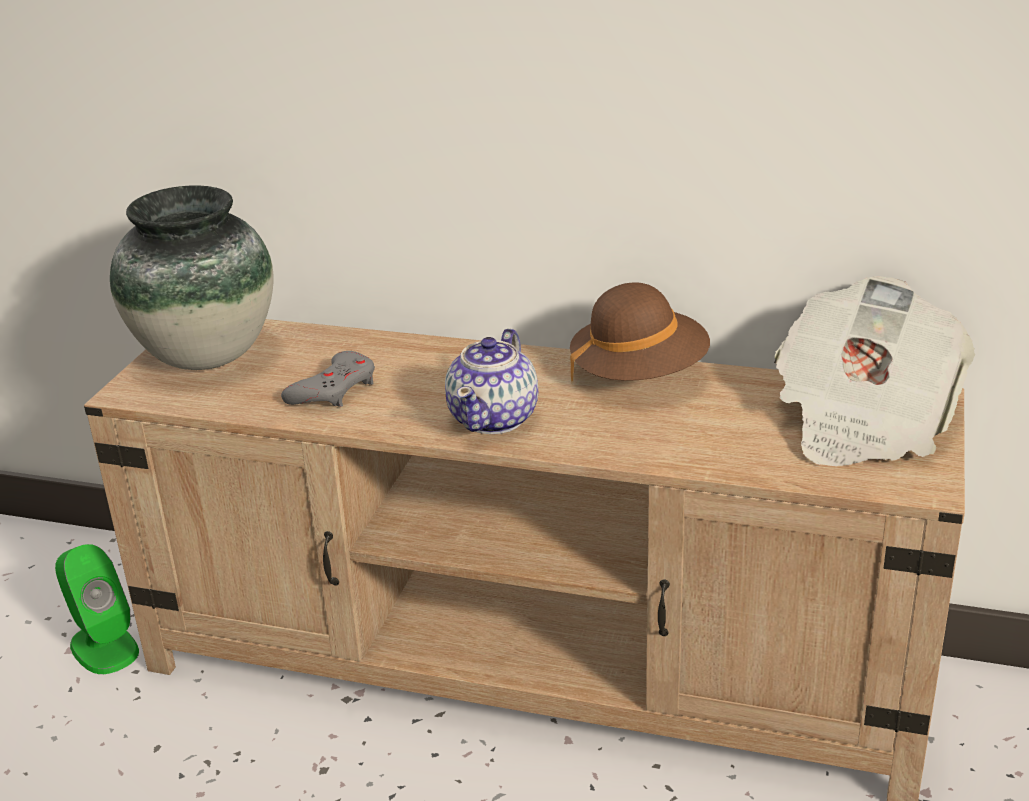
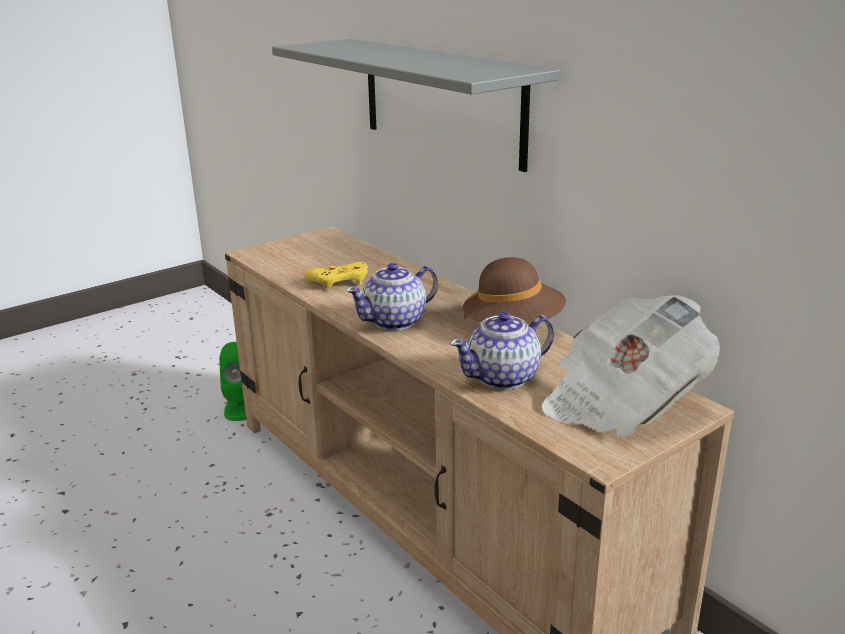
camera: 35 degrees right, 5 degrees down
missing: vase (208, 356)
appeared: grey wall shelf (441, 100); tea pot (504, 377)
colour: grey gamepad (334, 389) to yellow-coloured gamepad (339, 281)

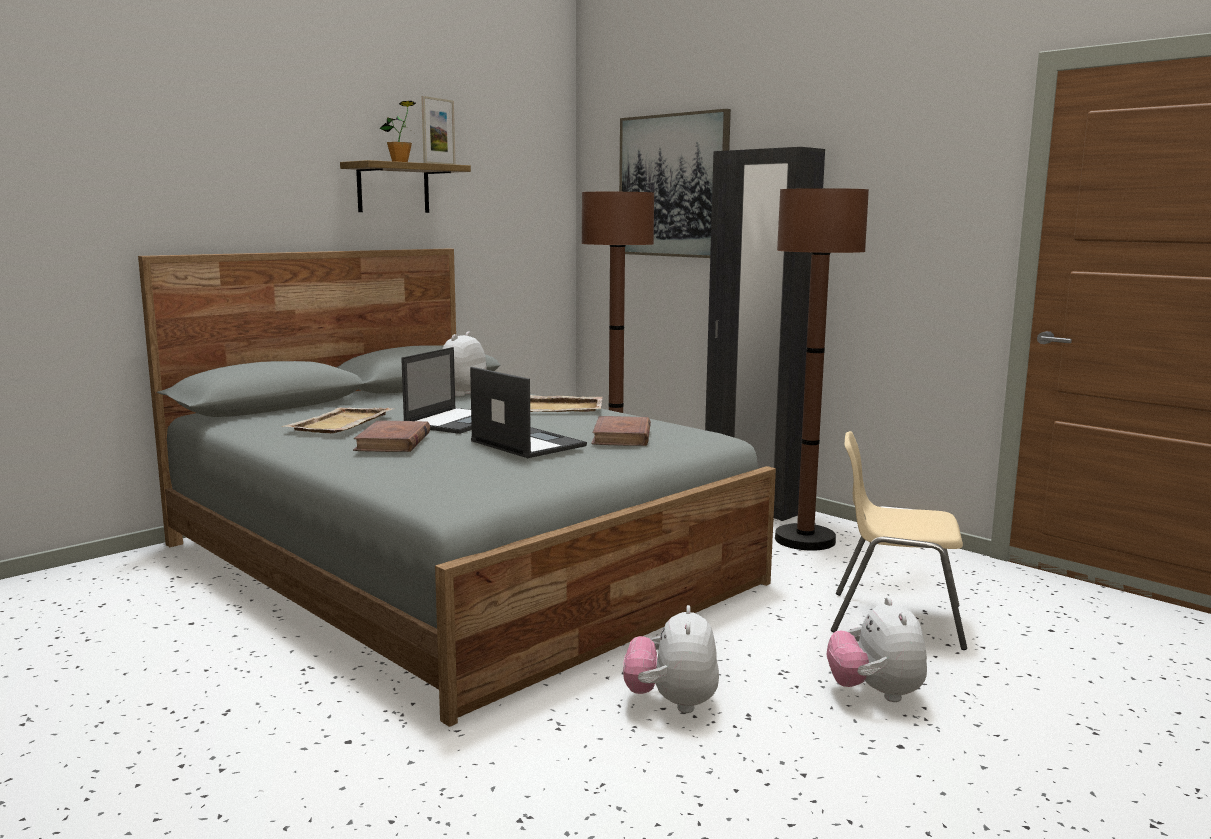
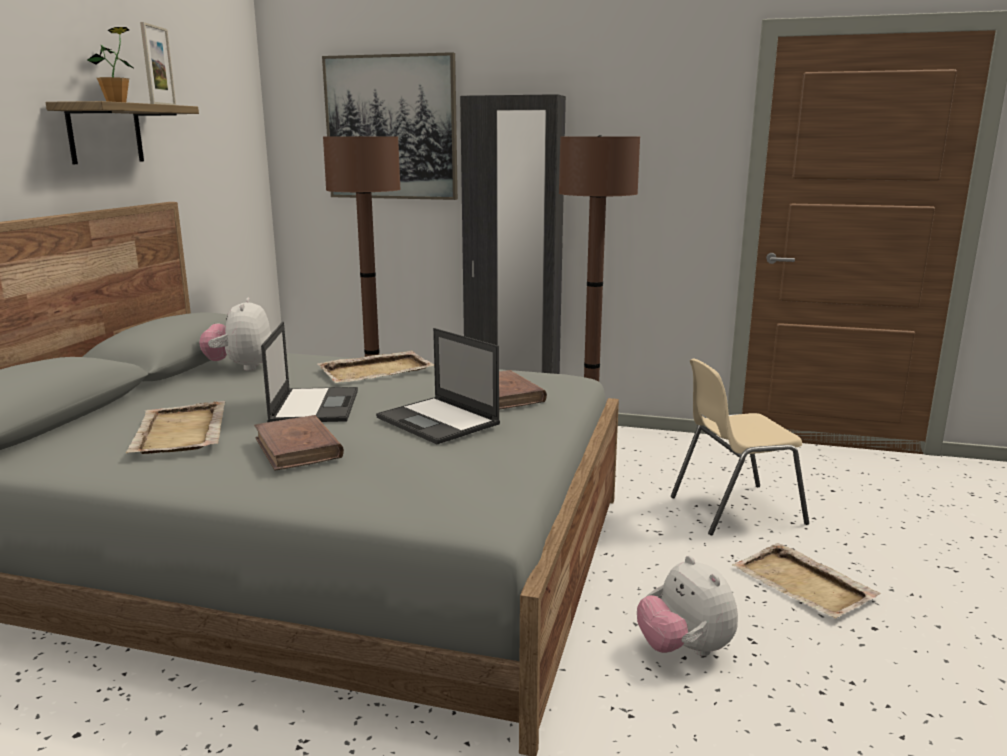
camera: 30 degrees left, 5 degrees up
exchanged: soft toy (875, 693) to beige serving tray (804, 584)
spun: laptop (526, 443) = (439, 421) 150 degrees counterclockwise

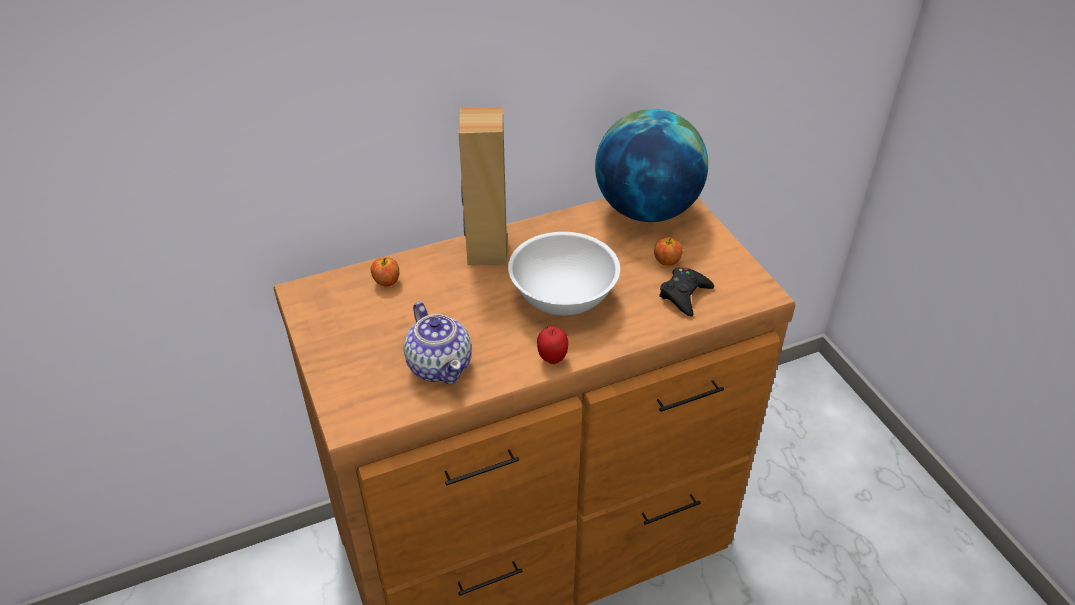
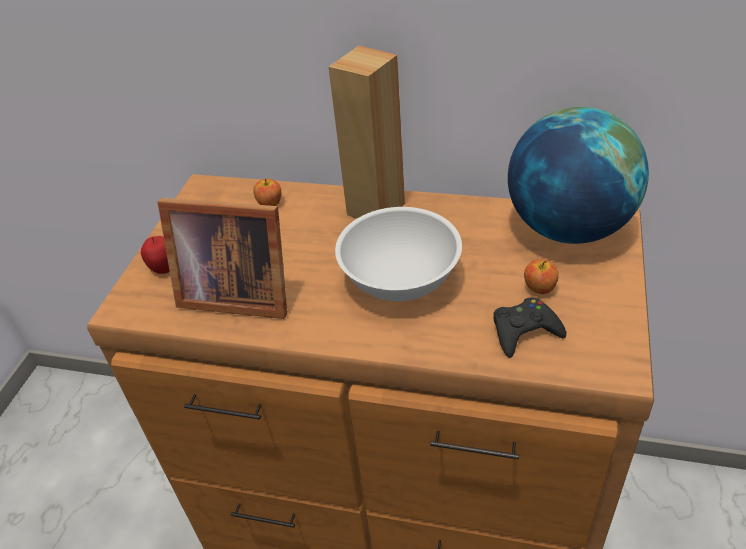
camera: 40 degrees right, 0 degrees up
relocated: apple (552, 358) to (163, 268)
exchanged: tea pot (440, 365) to standing frame (235, 293)

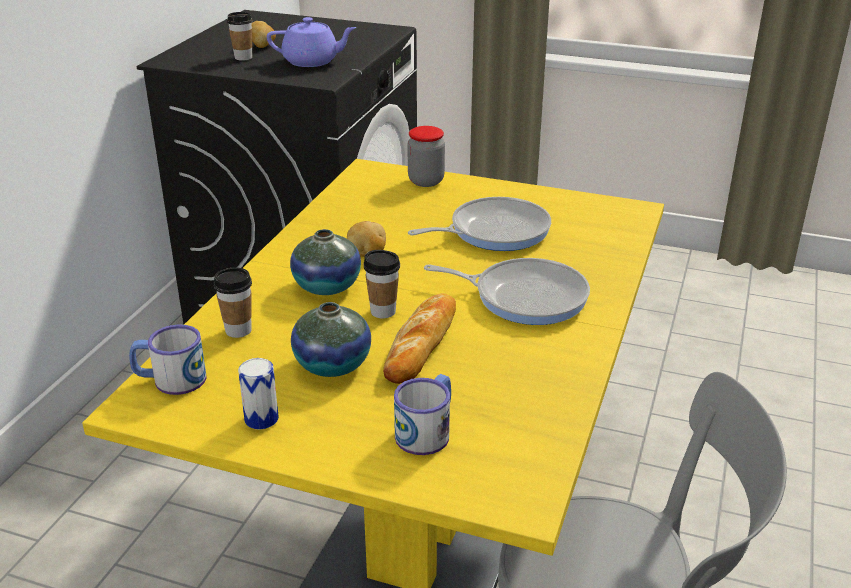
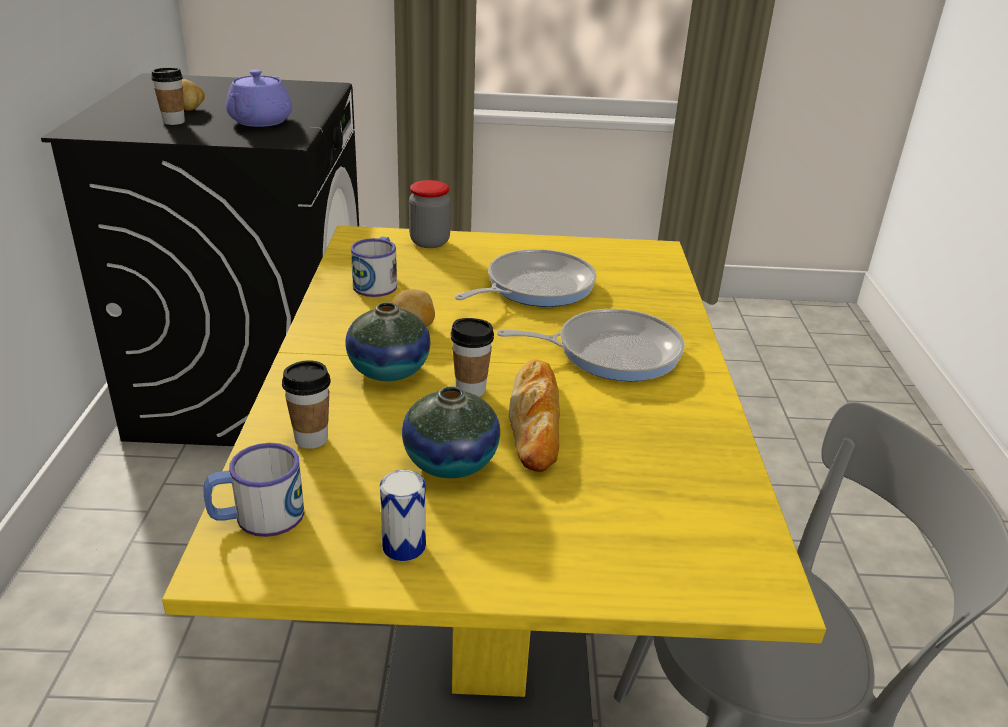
camera: 20 degrees left, 0 degrees up
relocated: coffee mug (427, 431) to (378, 283)
spun: purple tea pot (312, 61) = (259, 121) 120 degrees clockwise

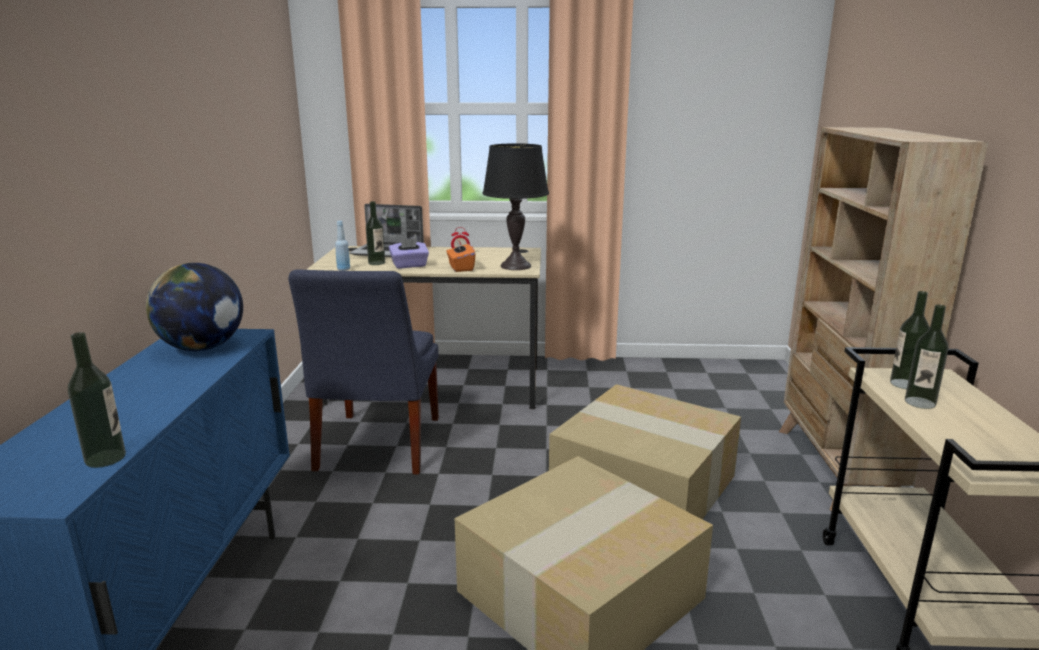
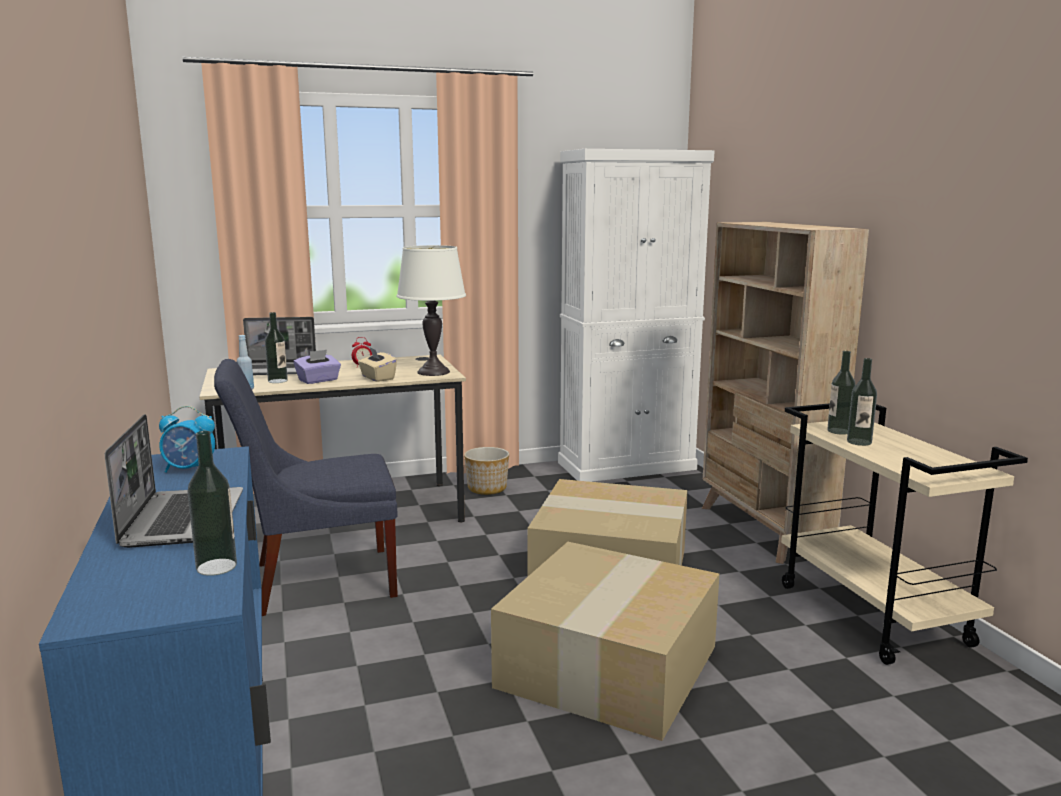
camera: 20 degrees left, 5 degrees down
appeared: laptop (182, 519); flower pot (488, 488); whitish cabinet (627, 466)
exchanged: desk globe (202, 348) to bedside clock (189, 470)
colour: orange box of tissues (460, 268) to beige box of tissues (377, 378); blackish lamp for a table (516, 266) to whitish lamp for a table (433, 372)
spun: bluish plain chair (377, 446) = (317, 580) 90 degrees clockwise

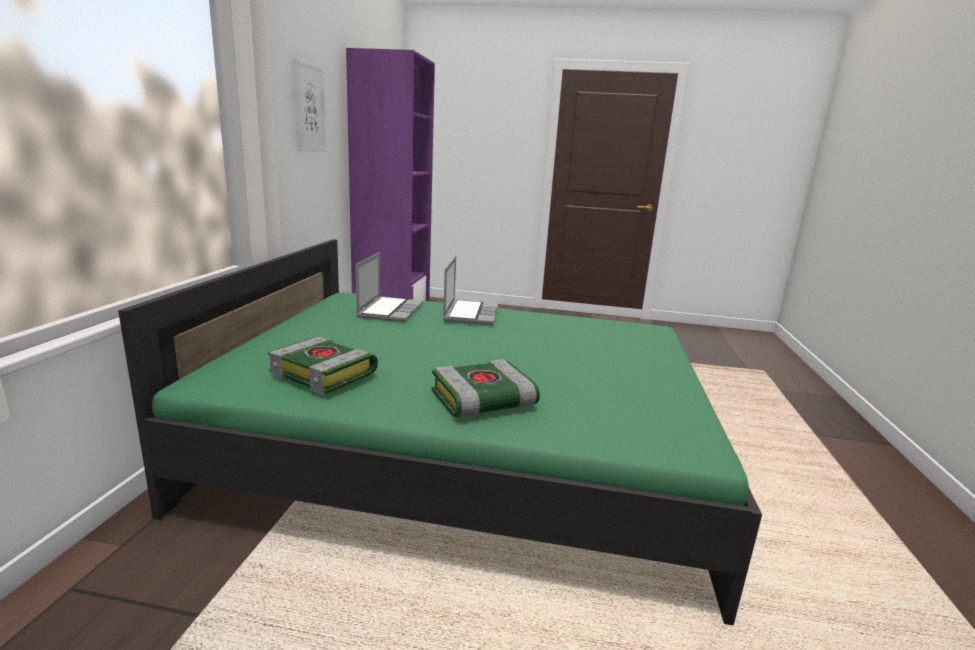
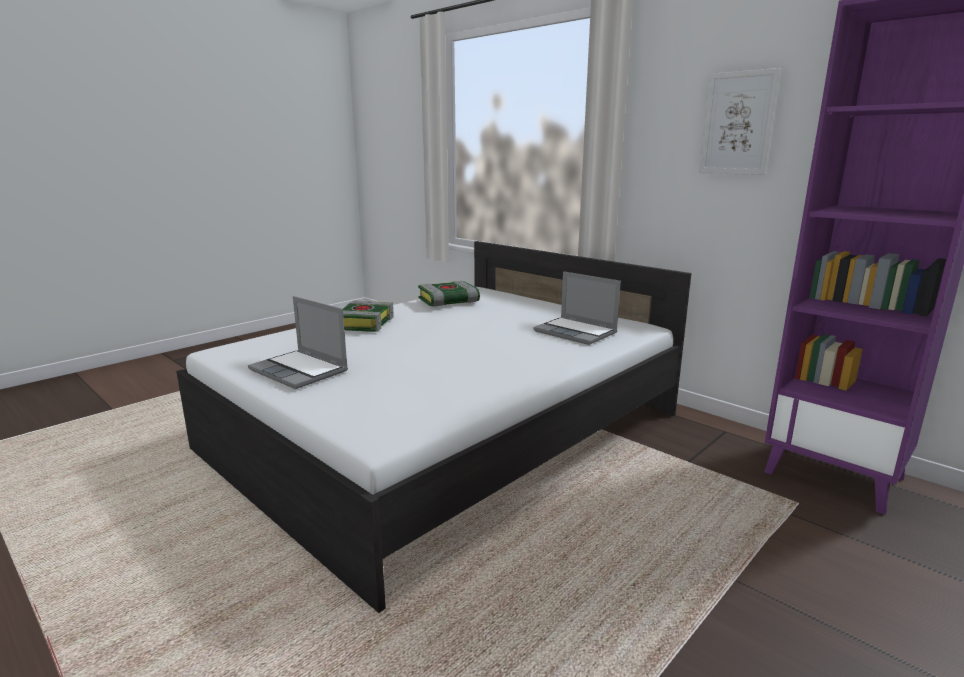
camera: 125 degrees right, 0 degrees up
relocated: laptop (470, 314) to (300, 371)
colour: green-coloured bedroom bed (465, 450) to whitish bedroom bed (447, 430)

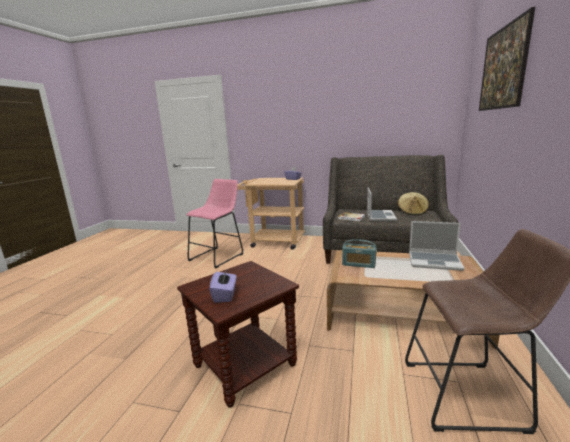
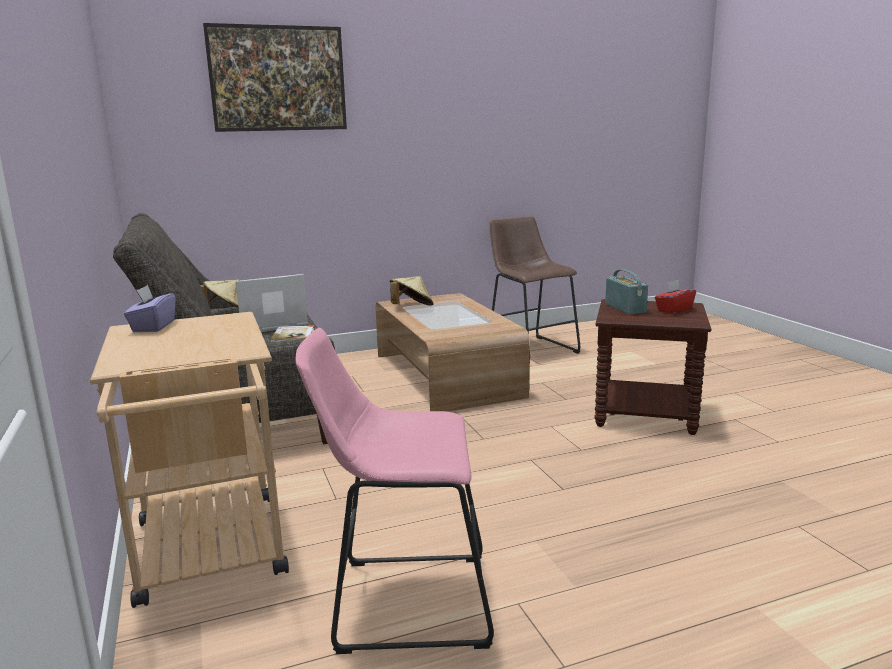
camera: 125 degrees left, 0 degrees up
relocated: radio set (359, 264) to (625, 308)
exchanged: laptop (435, 261) to beige hat (411, 308)
colour: purple box of tissues (225, 295) to reddish box of tissues (673, 310)

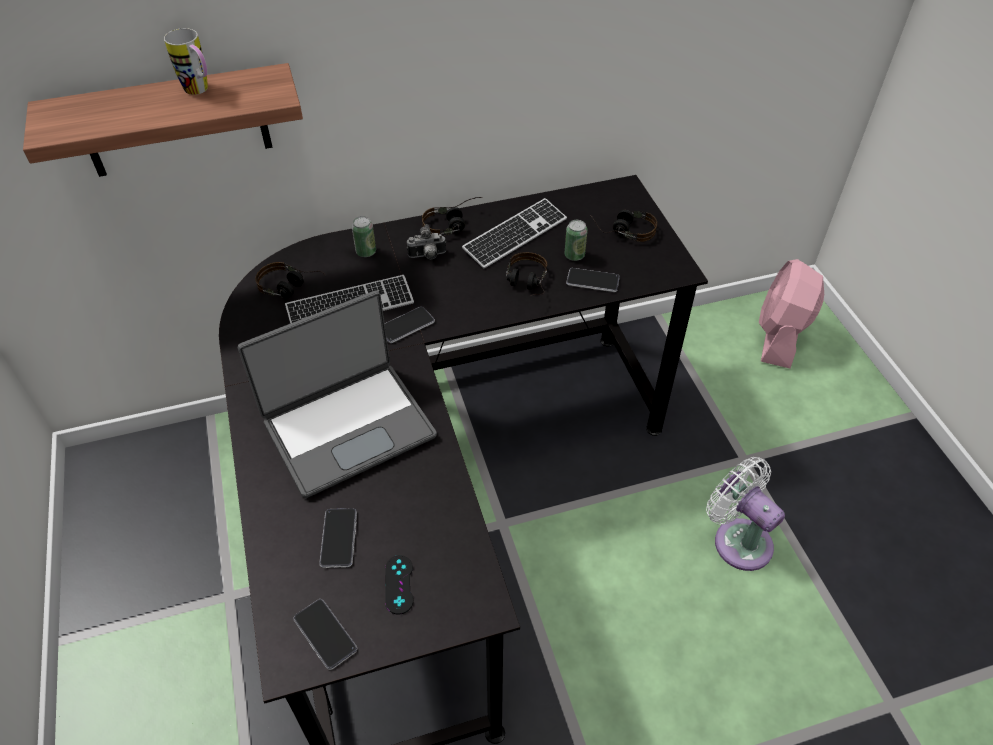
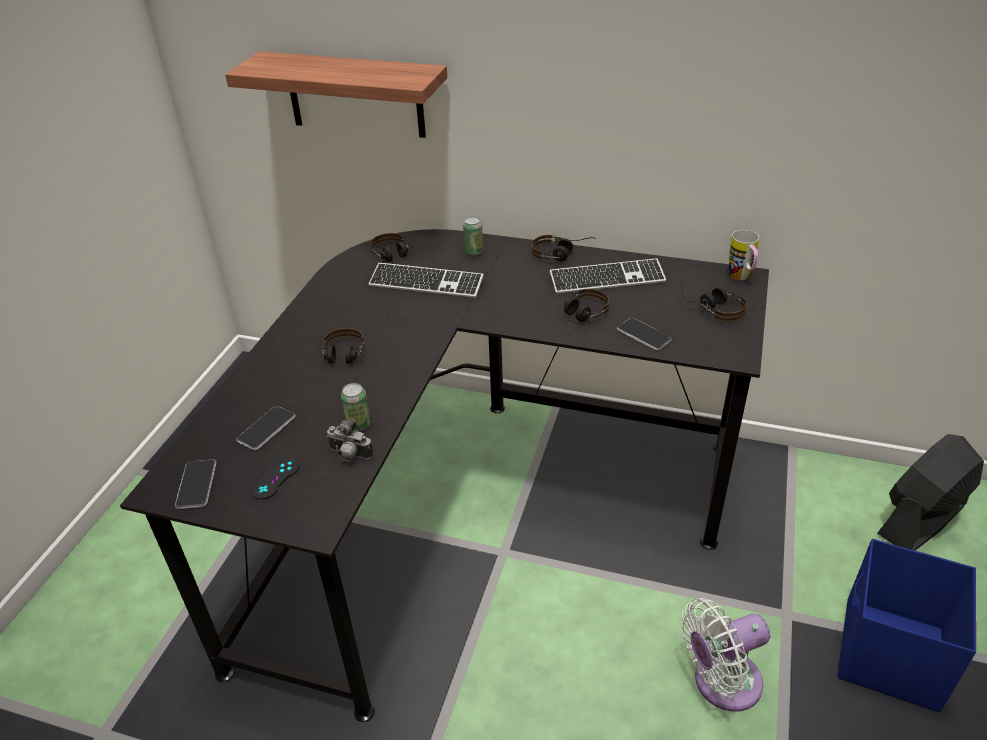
camera: 35 degrees right, 10 degrees down
missing: telephone (406, 325)
appeared: bluish storage box (889, 655)
relocated: coffee mug (200, 91) to (741, 278); still camera (427, 256) to (349, 455); sealed can (574, 255) to (358, 424)
exchanged: laptop (348, 427) to pair of headphones (345, 360)
colour: pink cooling fan (780, 336) to blackish cooling fan (920, 520)
spun: whitish cooling fan (738, 539) = (721, 683) 105 degrees counterclockwise

